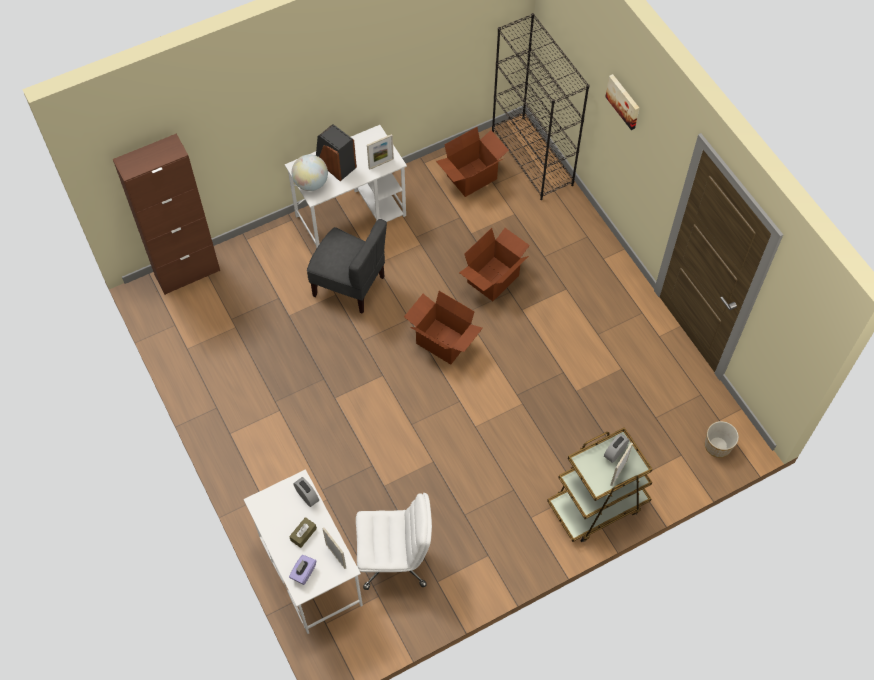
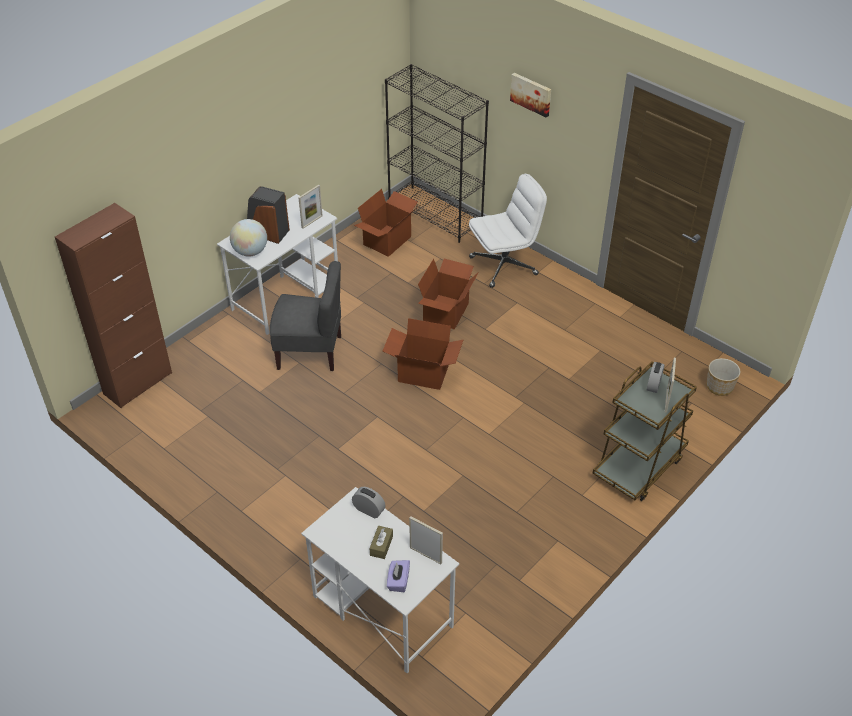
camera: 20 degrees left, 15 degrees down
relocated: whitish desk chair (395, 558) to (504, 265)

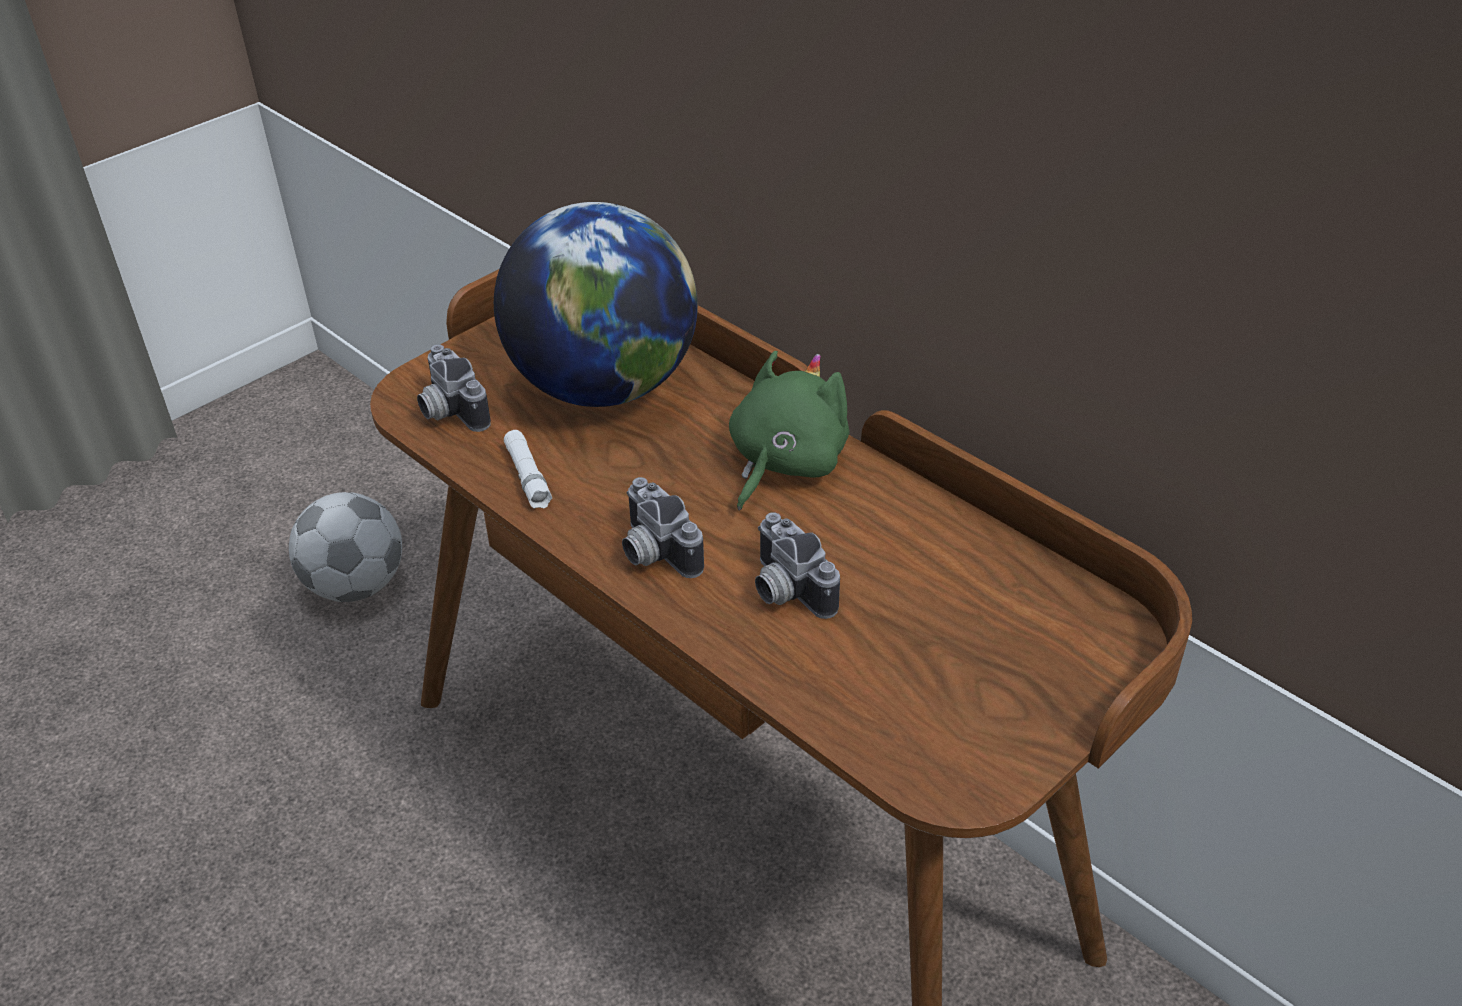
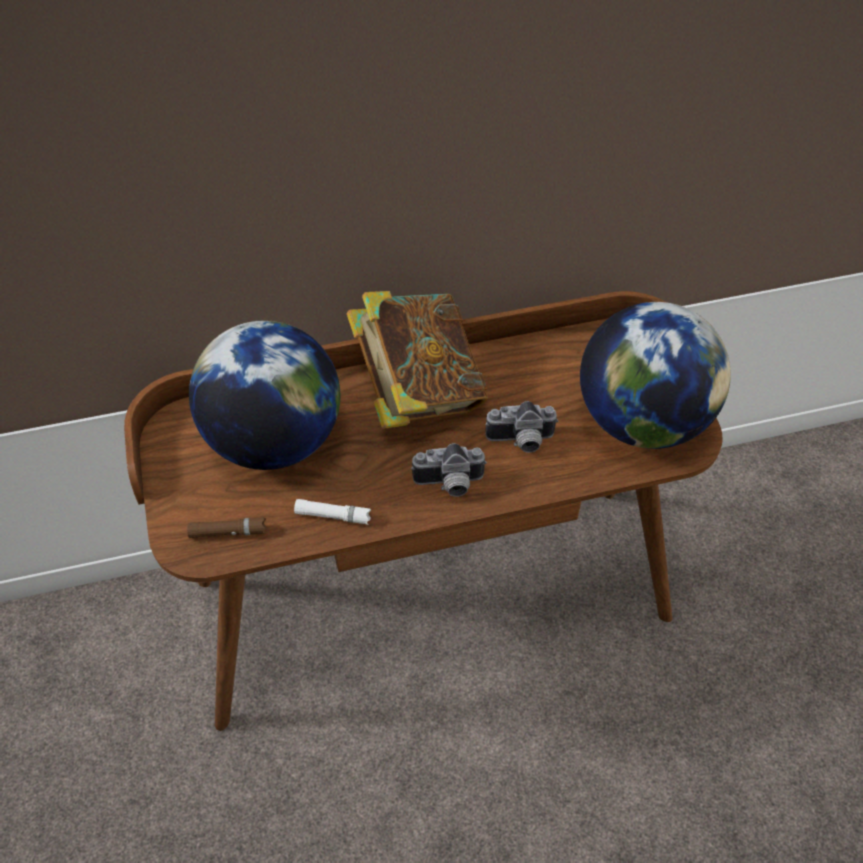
camera: 60 degrees left, 10 degrees up
missing: football (357, 585)
appeared: desk globe (641, 421)
exchanged: still camera (448, 411) to brown-coloured hand torch (228, 532); green-coloured soft toy (784, 463) to book (418, 392)

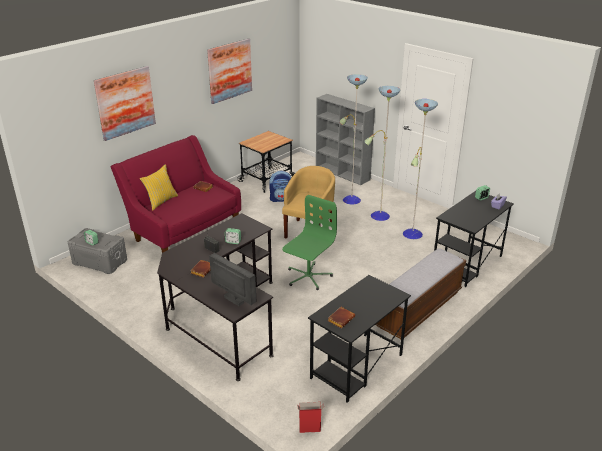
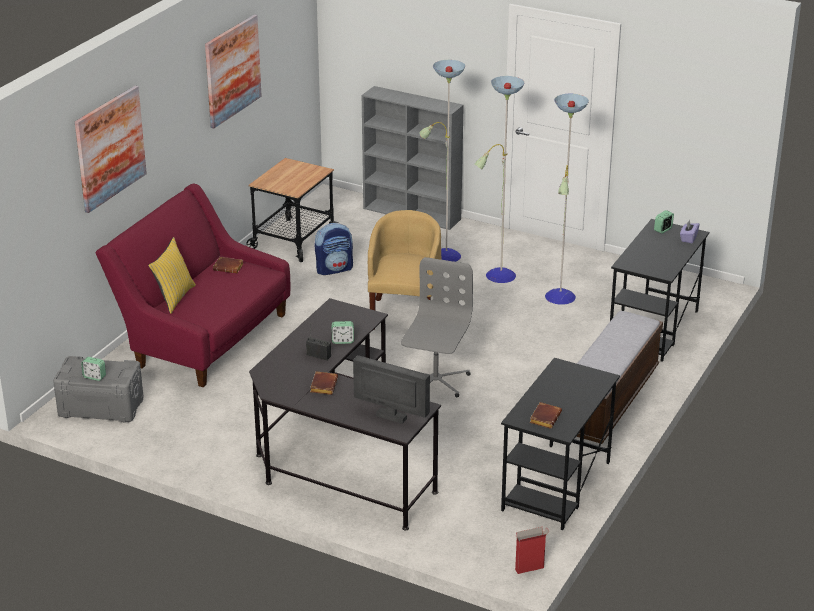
camera: 15 degrees left, 0 degrees up
colour: green-coloured desk chair (308, 277) to grey desk chair (435, 381)

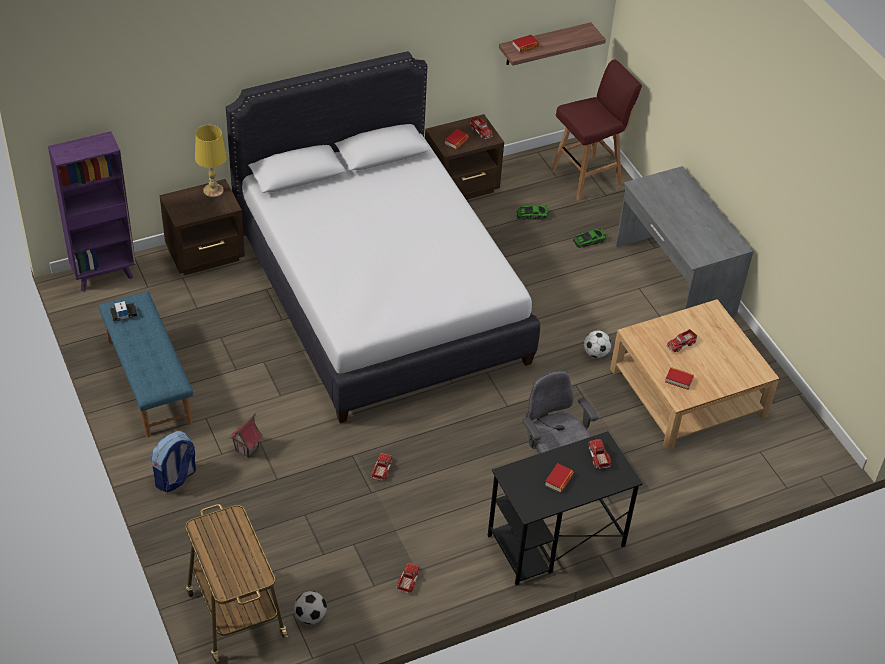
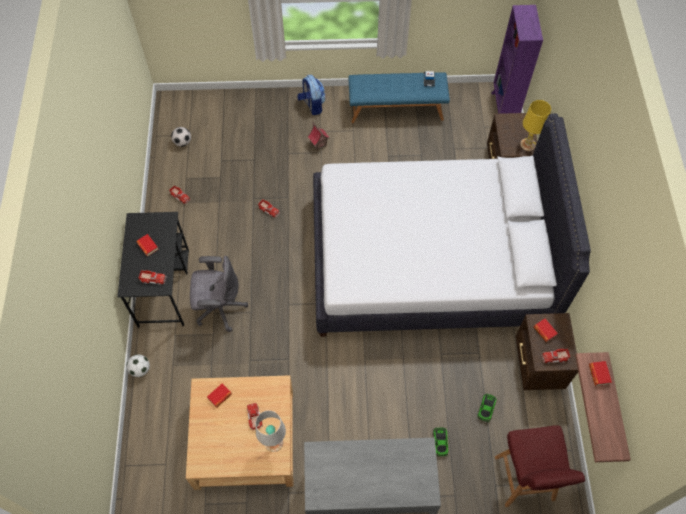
camera: 115 degrees right, 15 degrees up
missing: cart (235, 612)
appeared: whitish lamp for a table (274, 442)
relocated: football (596, 353) to (140, 369)

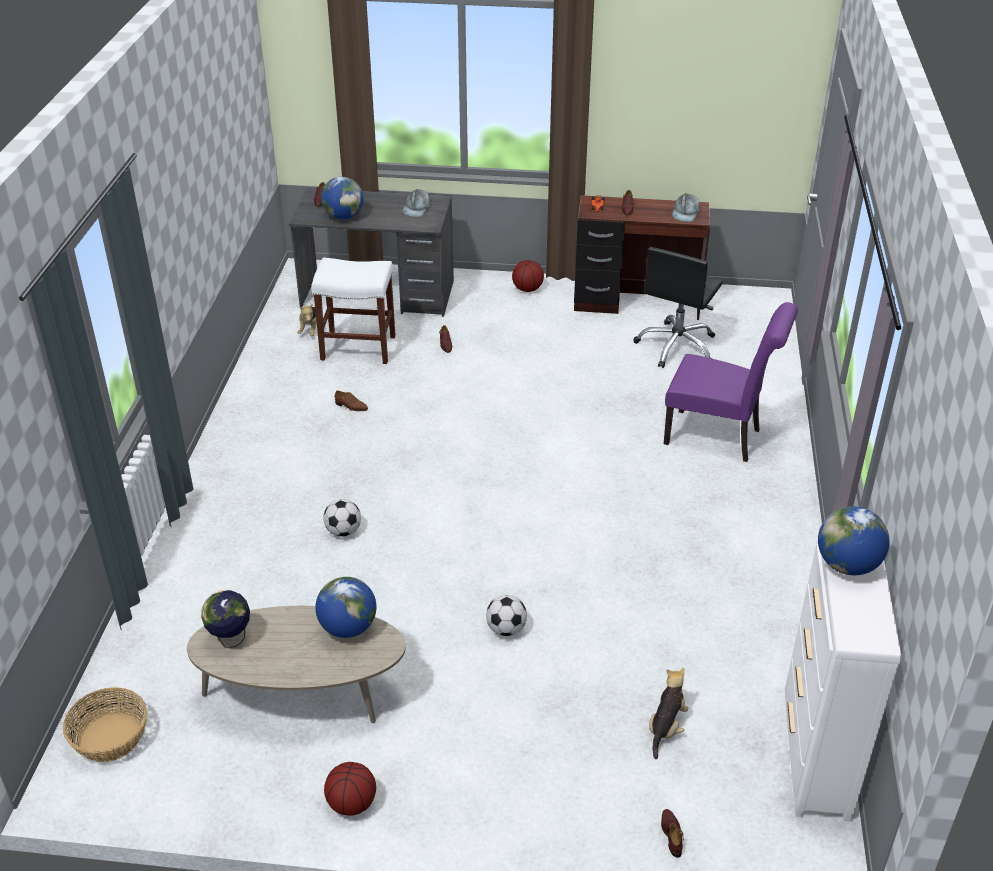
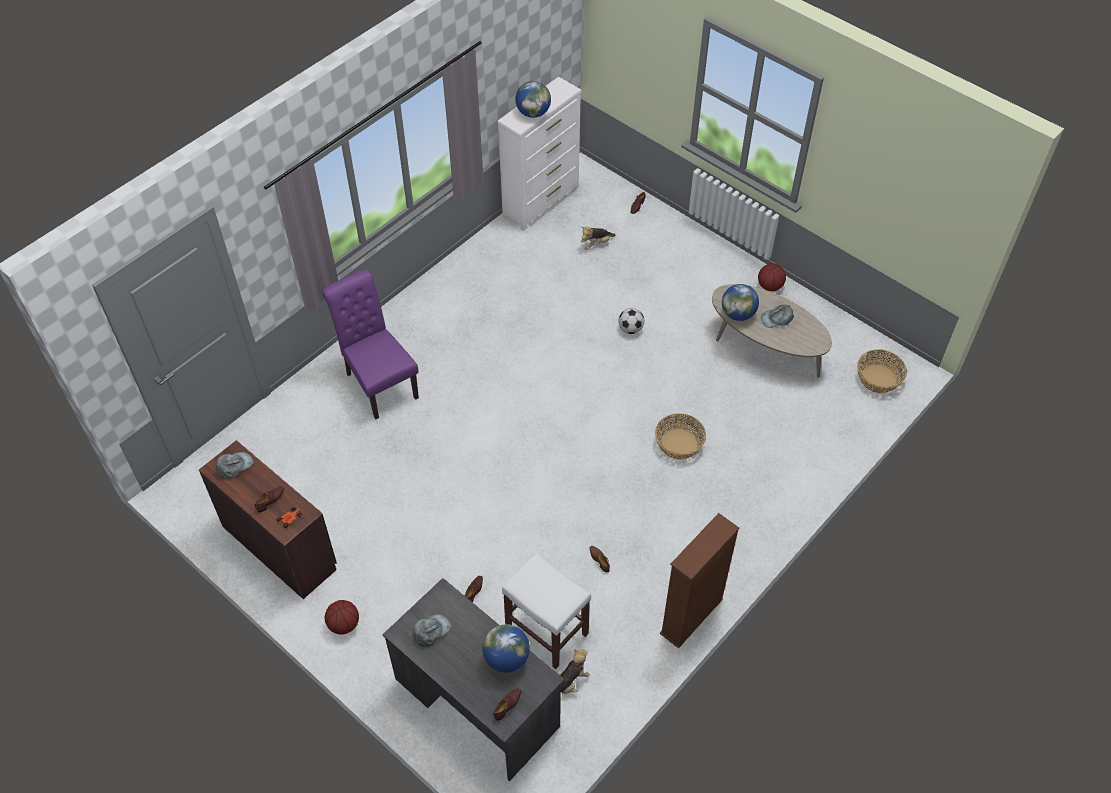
camera: 145 degrees left, 15 degrees up
missing: desk globe (230, 639); blackish desk chair (677, 346)
appeared: brown-coloured shelving unit (691, 616); grey baseball cap (777, 318)
exchanged: football (343, 531) to basket (678, 444)

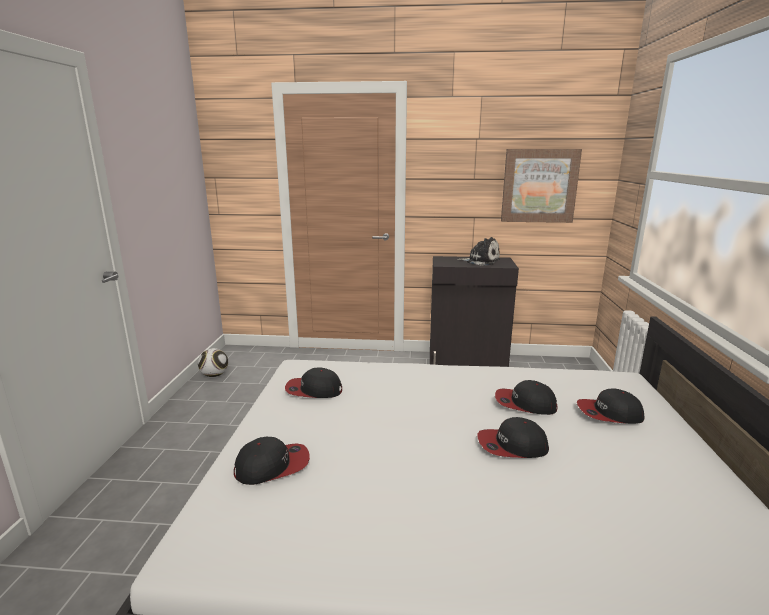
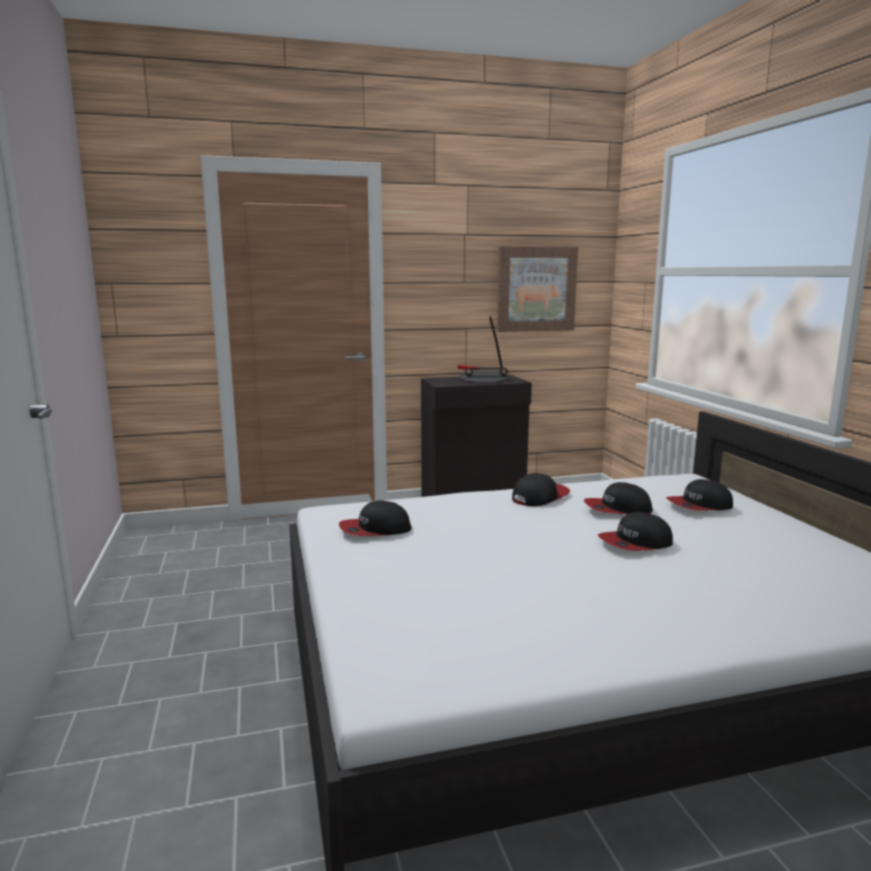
camera: 20 degrees left, 5 degrees down
missing: football (215, 375)
relocated: baseball cap (272, 466) to (540, 497)
exchanged: soft toy (481, 261) to lamp for a table (483, 379)

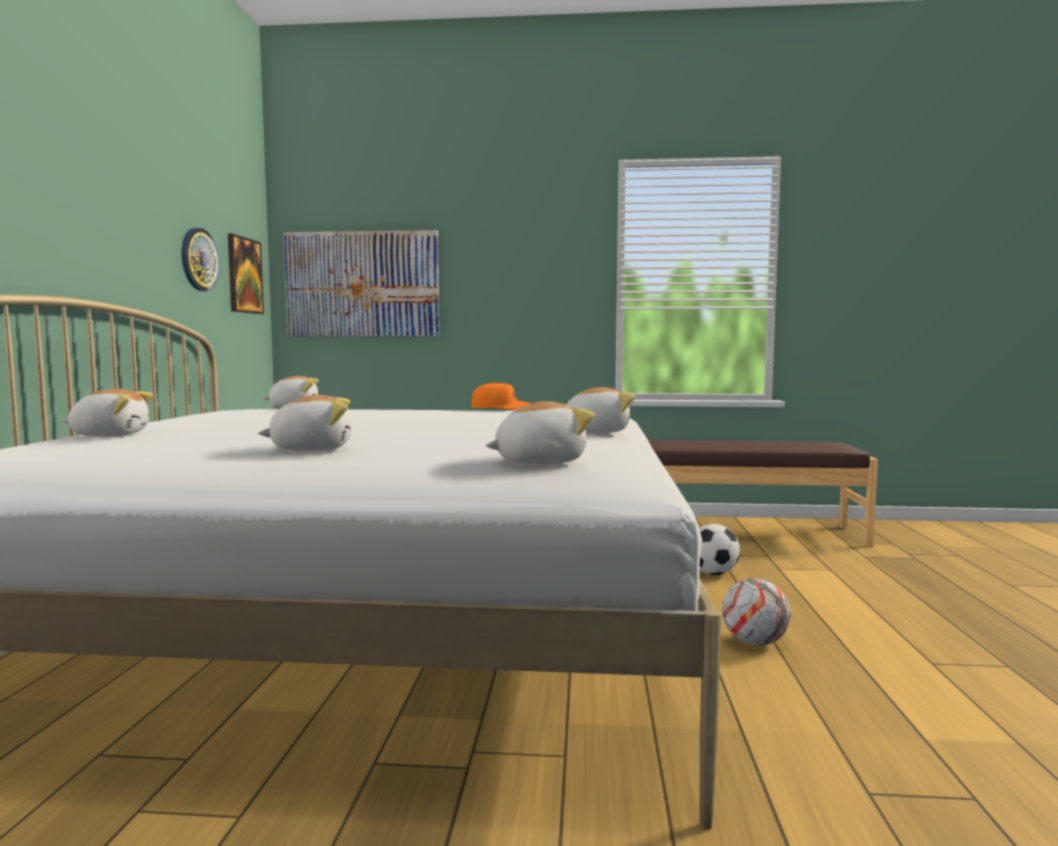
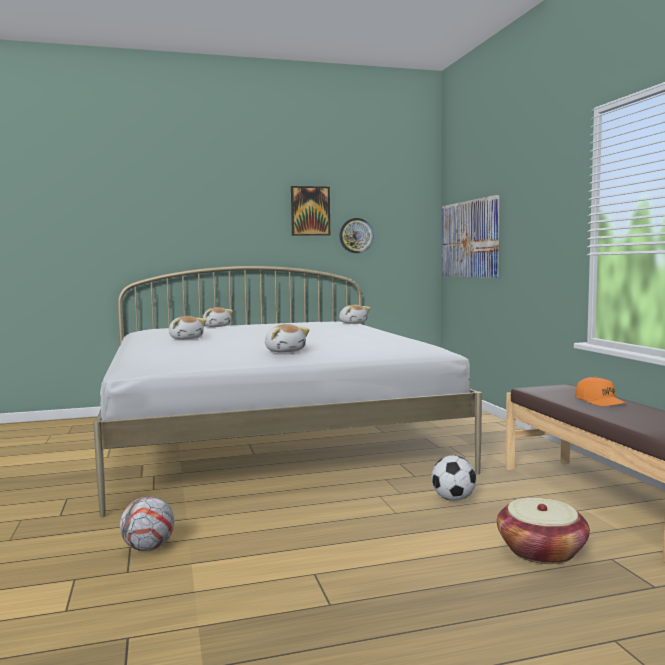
camera: 70 degrees right, 0 degrees up
missing: soft toy (538, 461)
appeared: basket (541, 551)
relocated: wall art (244, 275) to (310, 211); orange baseball cap (501, 408) to (599, 401); football (754, 642) to (148, 548)

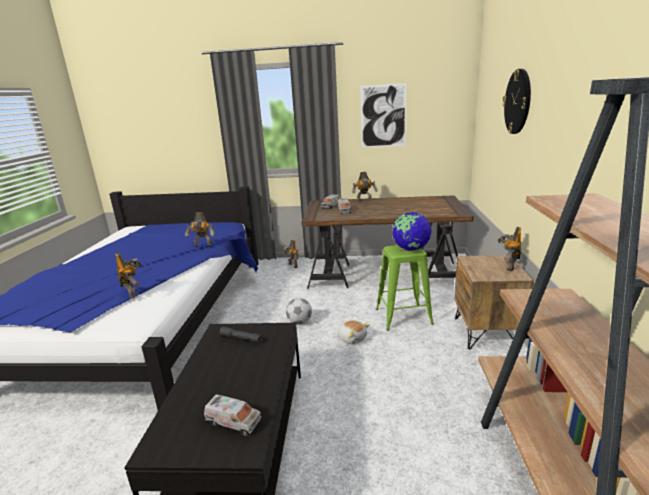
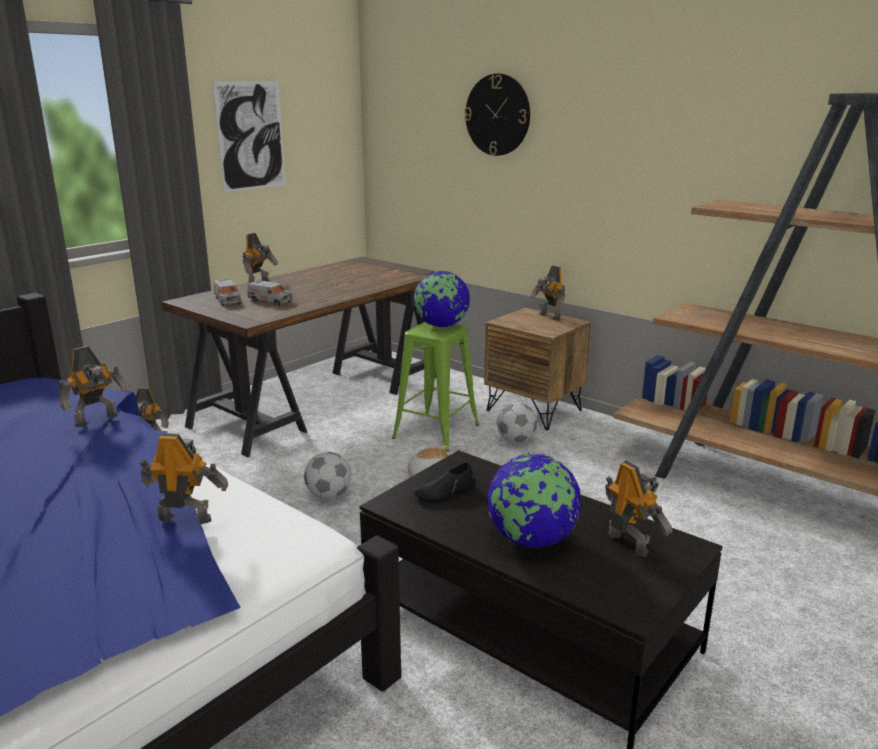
camera: 55 degrees left, 0 degrees up
appeared: desk globe (532, 540); football (516, 440)
exchanged: toy truck (233, 422) to model robot (629, 543); grey hand torch (241, 338) to blackish item of footwear (444, 493)

